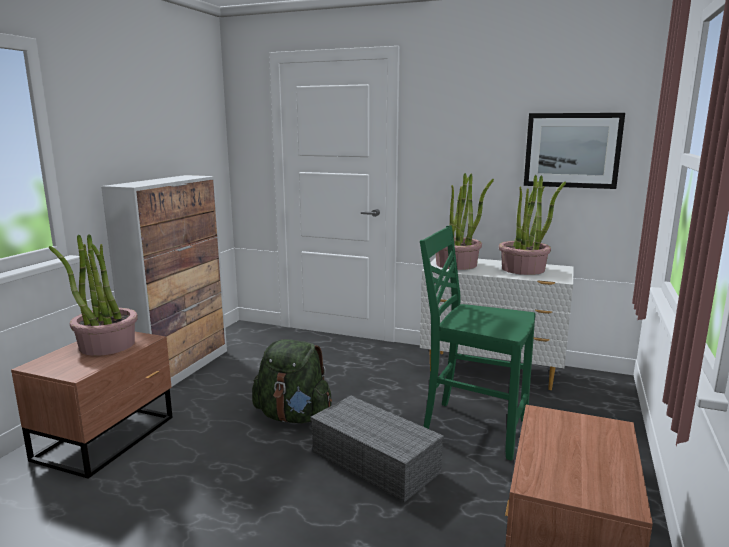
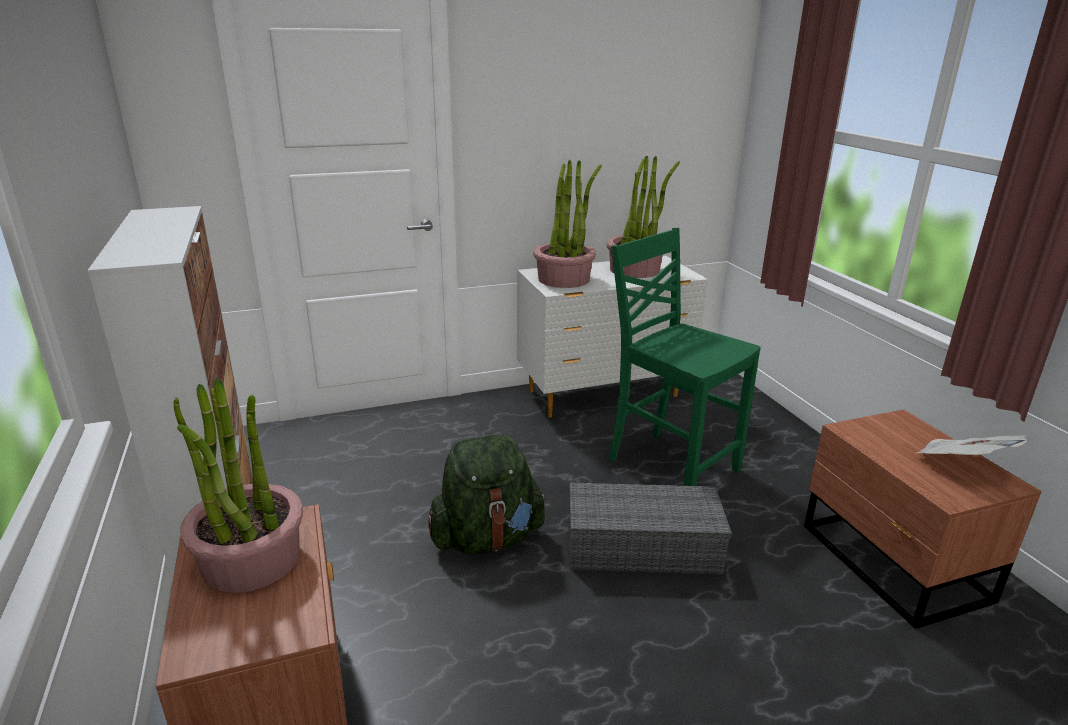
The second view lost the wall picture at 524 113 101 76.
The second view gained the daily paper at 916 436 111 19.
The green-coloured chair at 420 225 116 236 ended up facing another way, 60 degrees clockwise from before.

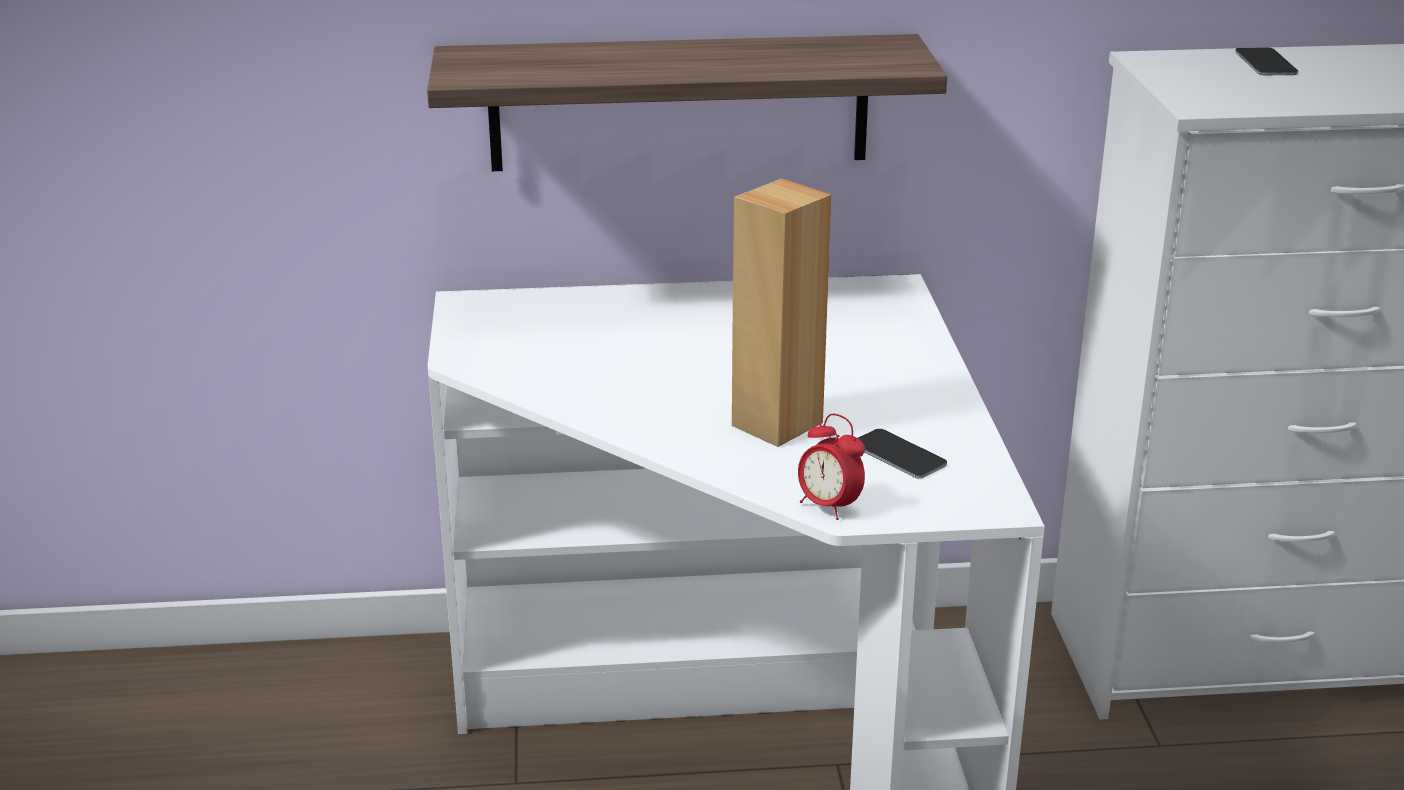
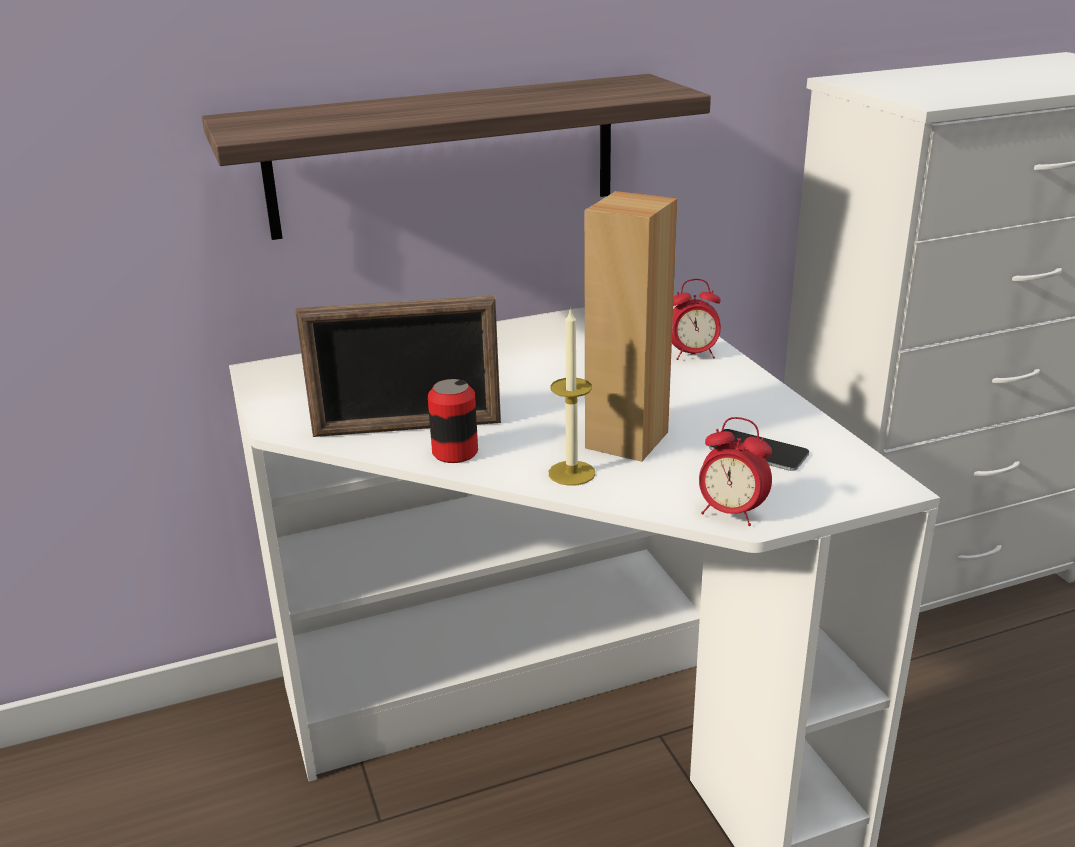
The second view lost the handset at 1235 48 63 27.
The second view gained the standing frame at 295 295 206 142.
The second view gained the sealed can at 428 379 50 84.
The second view gained the candle at 549 307 47 179.
The second view gained the bedside clock at 672 279 49 81.

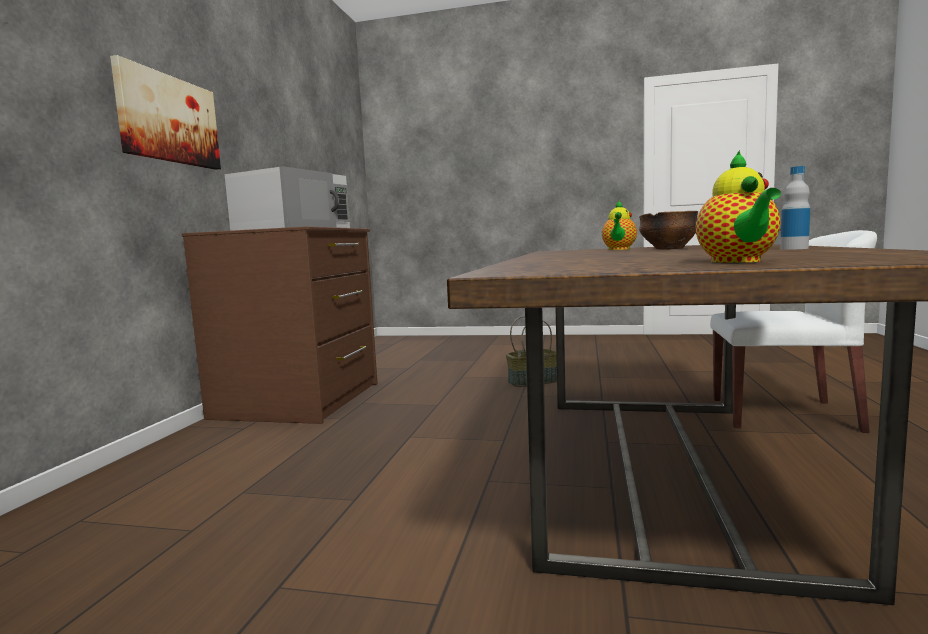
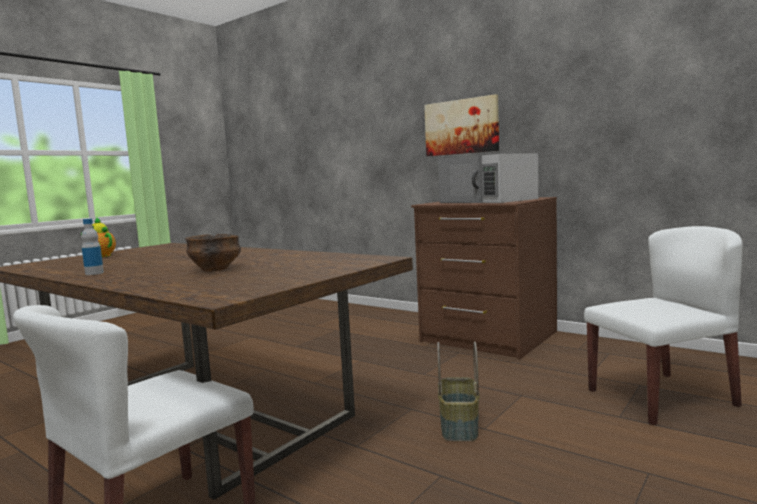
The second view lost the teapot at 602 200 35 50.
The second view gained the whitish chair at 584 226 159 199.

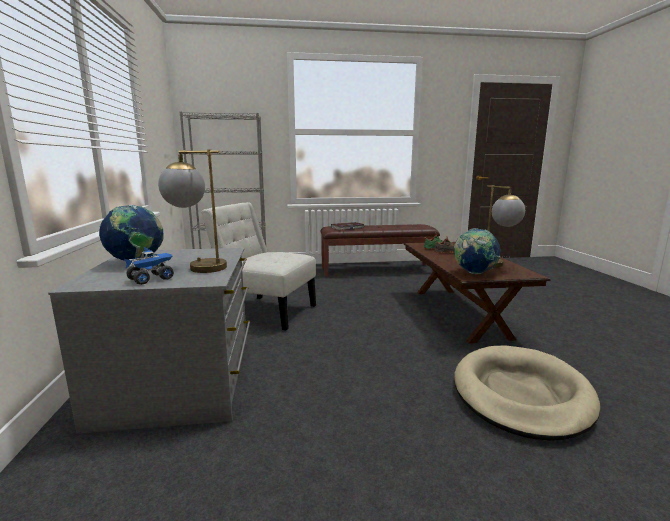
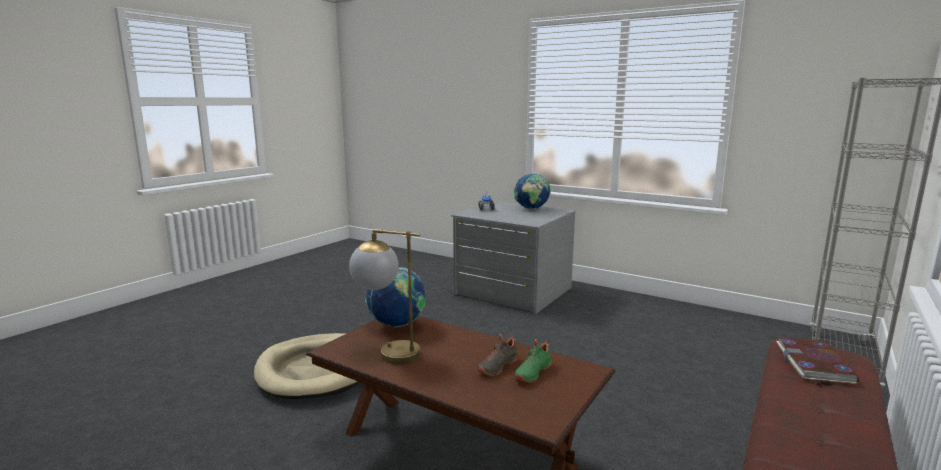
The second view lost the lamp for a table at 158 149 69 124.
The second view lost the whitish chair at 201 202 115 128.

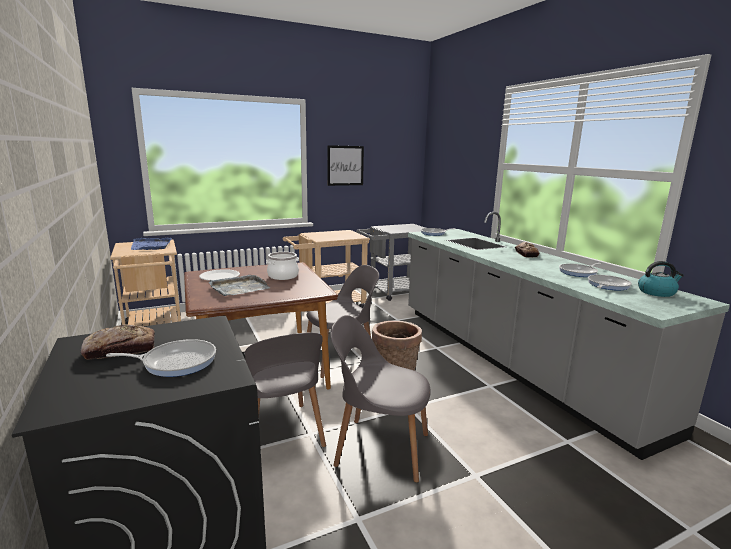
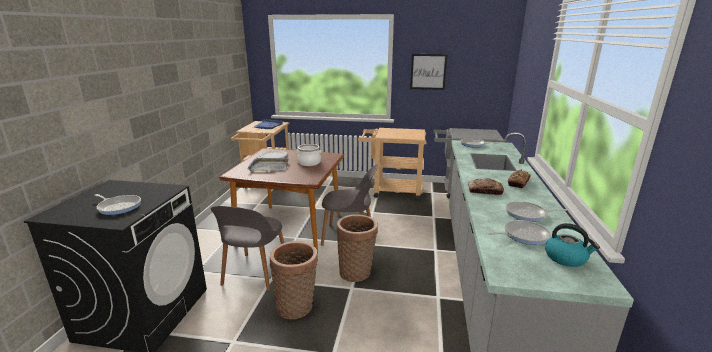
The bread ended up elsewhere, having gone from 81 324 74 36 to 468 178 36 17.
Where the grey chair stood at 330 315 101 168, the basket came to stand at 270 241 48 79.

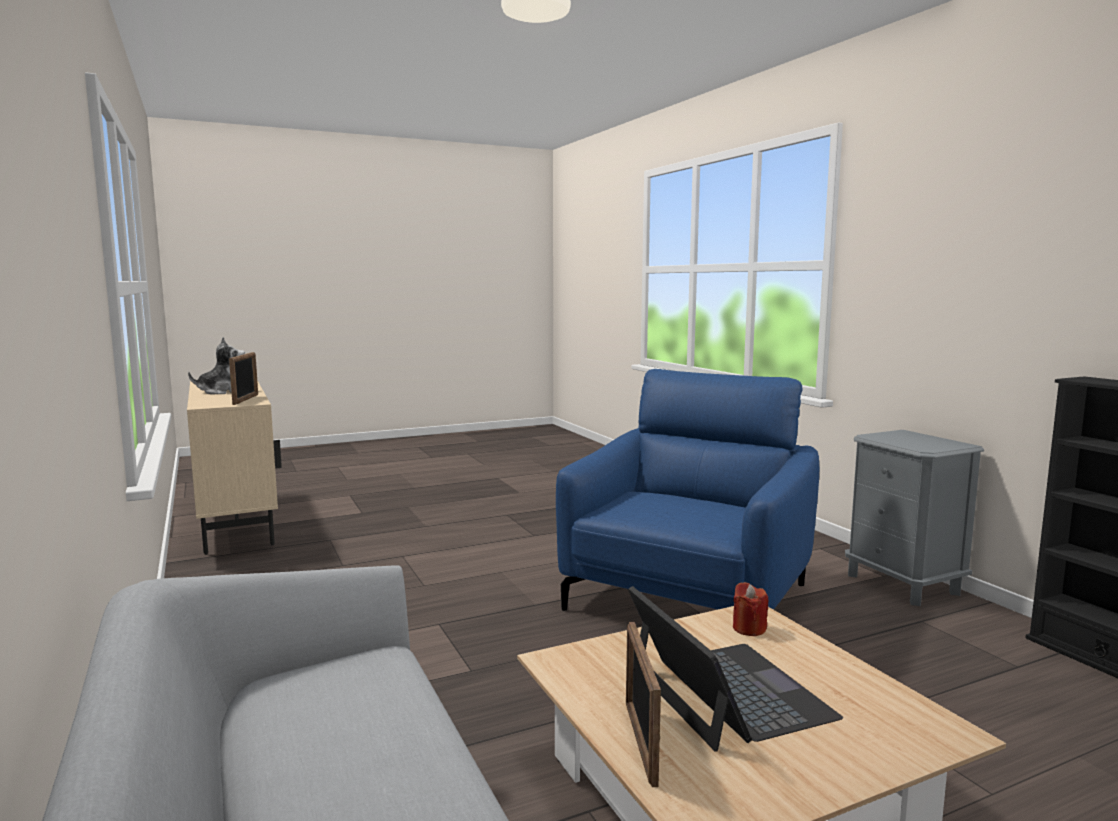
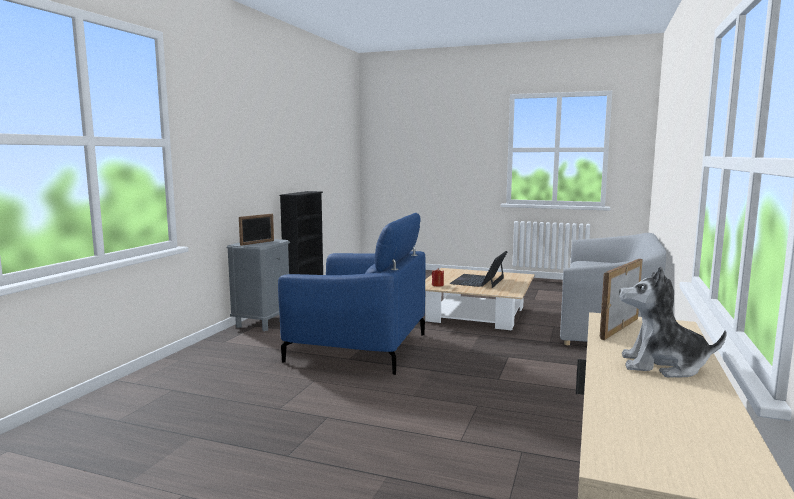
The standing frame ended up elsewhere, having gone from 626 622 35 165 to 239 214 35 32.
The blue lounge chair at 556 369 263 242 ended up facing another way, 150 degrees counterclockwise from before.

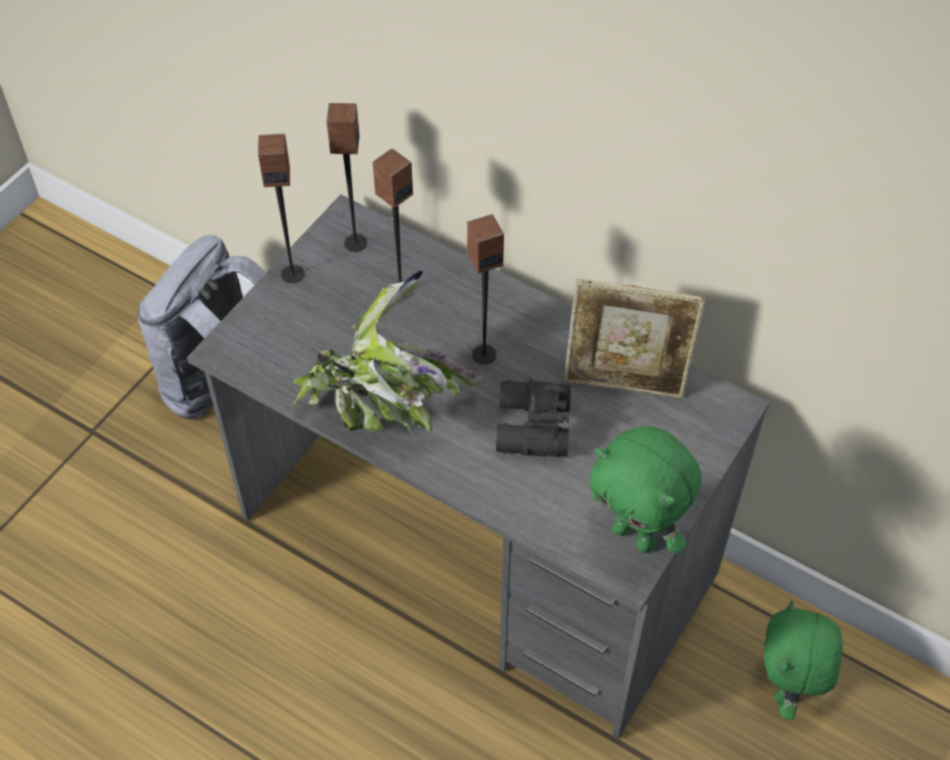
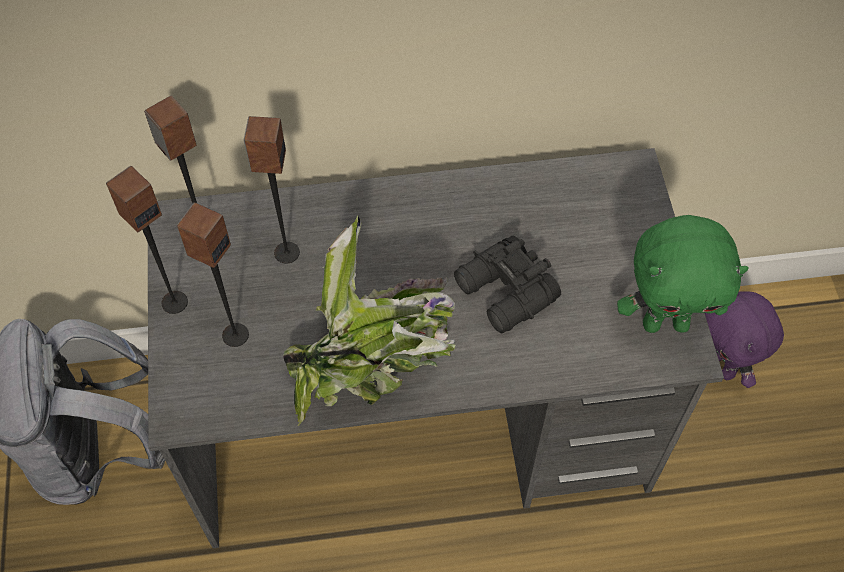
The second view lost the standing frame at 564 279 141 119.
The loudspeaker ended up elsewhere, having gone from 467 214 37 150 to 176 203 73 144.
What was the green-coloured plush toy at 764 600 79 120 turned into the purplish plush toy at 705 291 79 97.

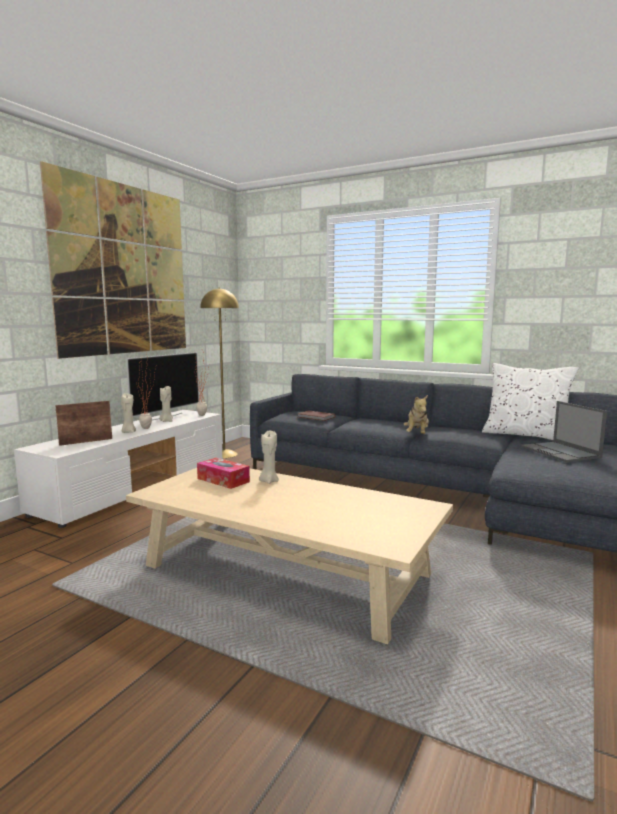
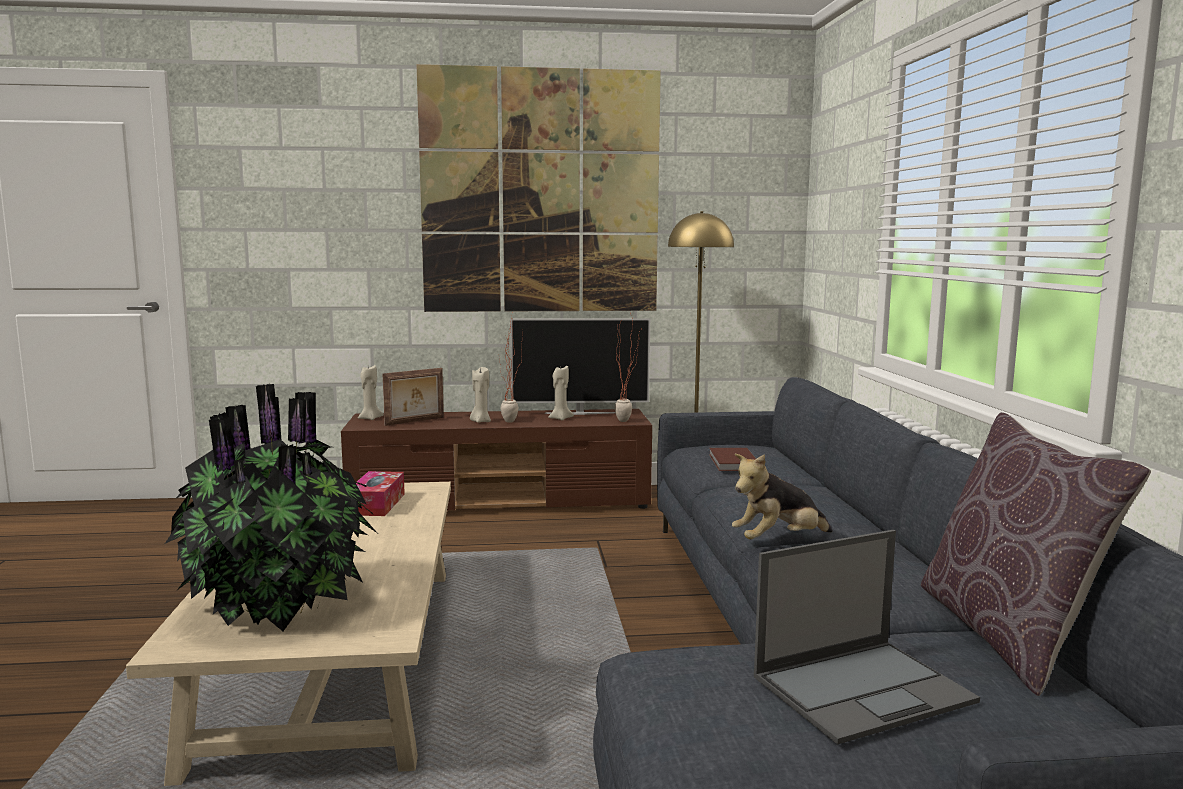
The second view gained the plant in a pot at 165 384 212 247.
The beige candle ended up elsewhere, having gone from 259 431 20 53 to 358 365 26 55.
What was the whitish media console at 14 410 208 118 turned into the brown media console at 341 409 311 101.
What was the whitish pillow at 482 363 97 77 turned into the brown pillow at 921 412 230 284.
The standing frame at 55 401 57 45 ended up facing another way, 120 degrees clockwise from before.
The laptop at 521 401 86 61 ended up facing another way, 150 degrees counterclockwise from before.

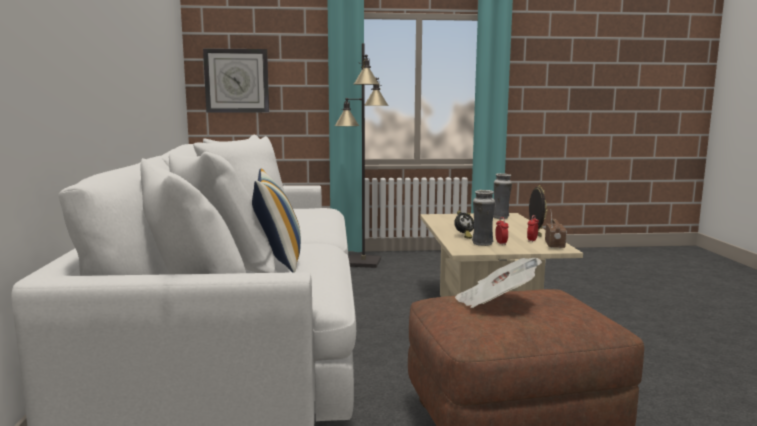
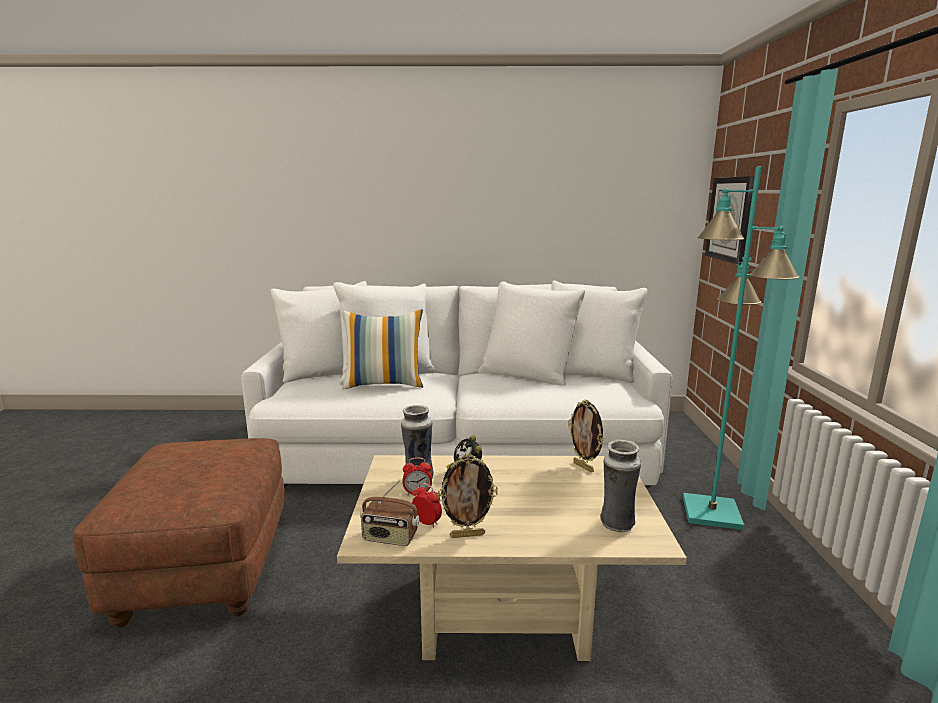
The second view lost the daily paper at 455 258 87 50.
The second view gained the standing frame at 568 399 36 74.
What was the black-coloured standard lamp at 334 43 55 225 turned into the blue-green standard lamp at 683 167 117 363.

